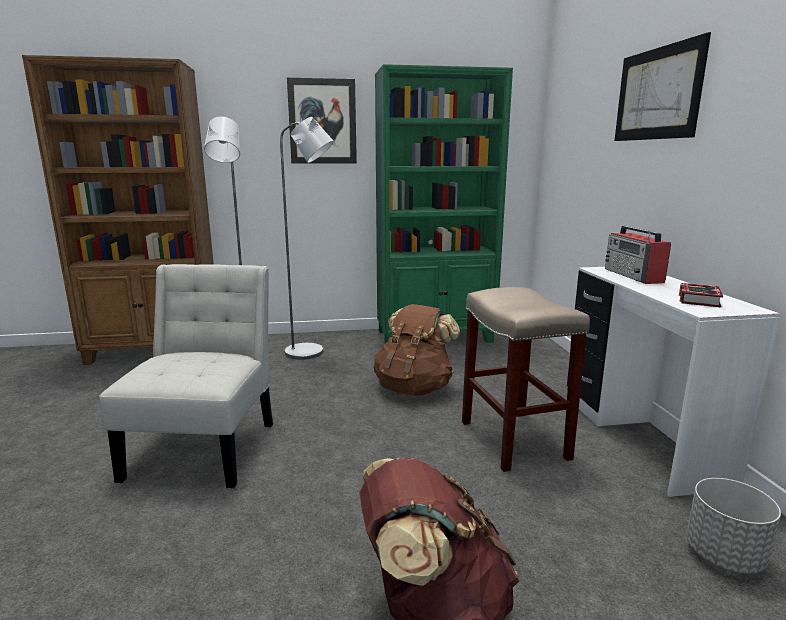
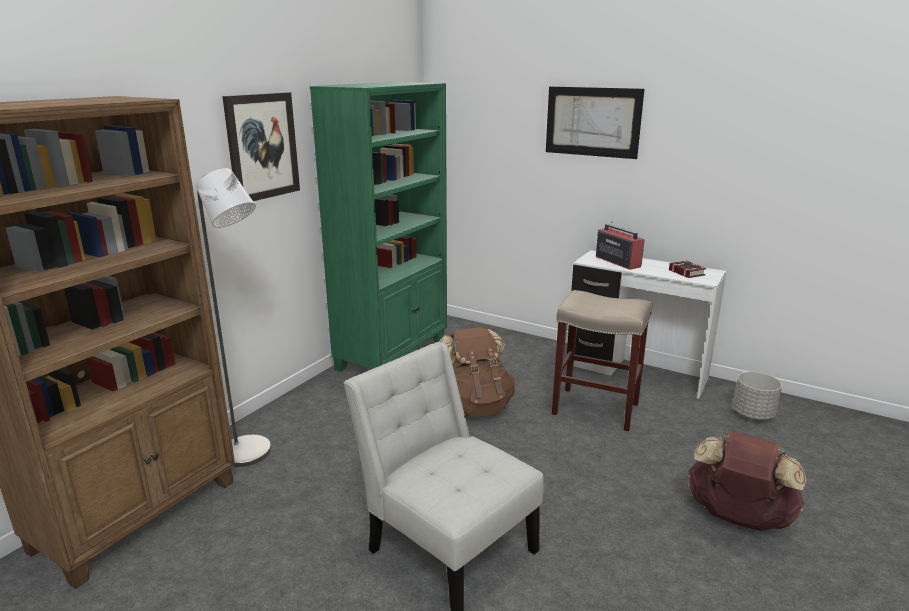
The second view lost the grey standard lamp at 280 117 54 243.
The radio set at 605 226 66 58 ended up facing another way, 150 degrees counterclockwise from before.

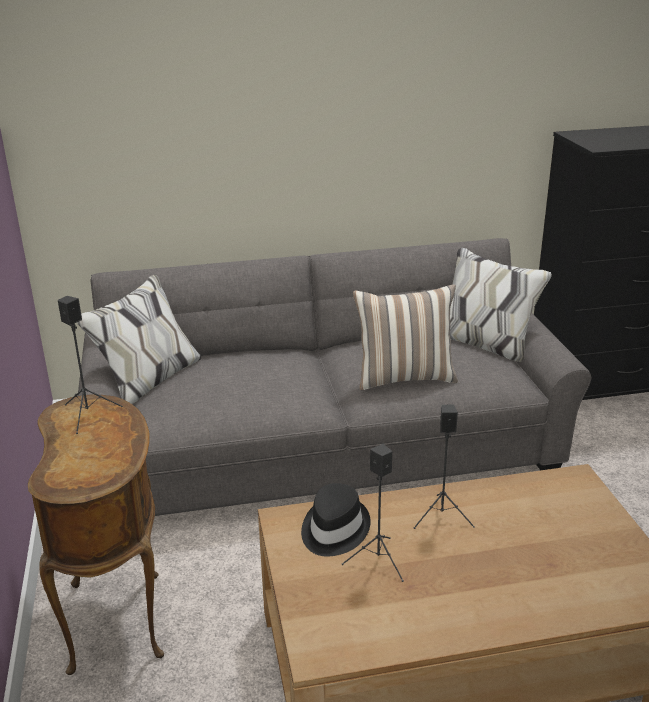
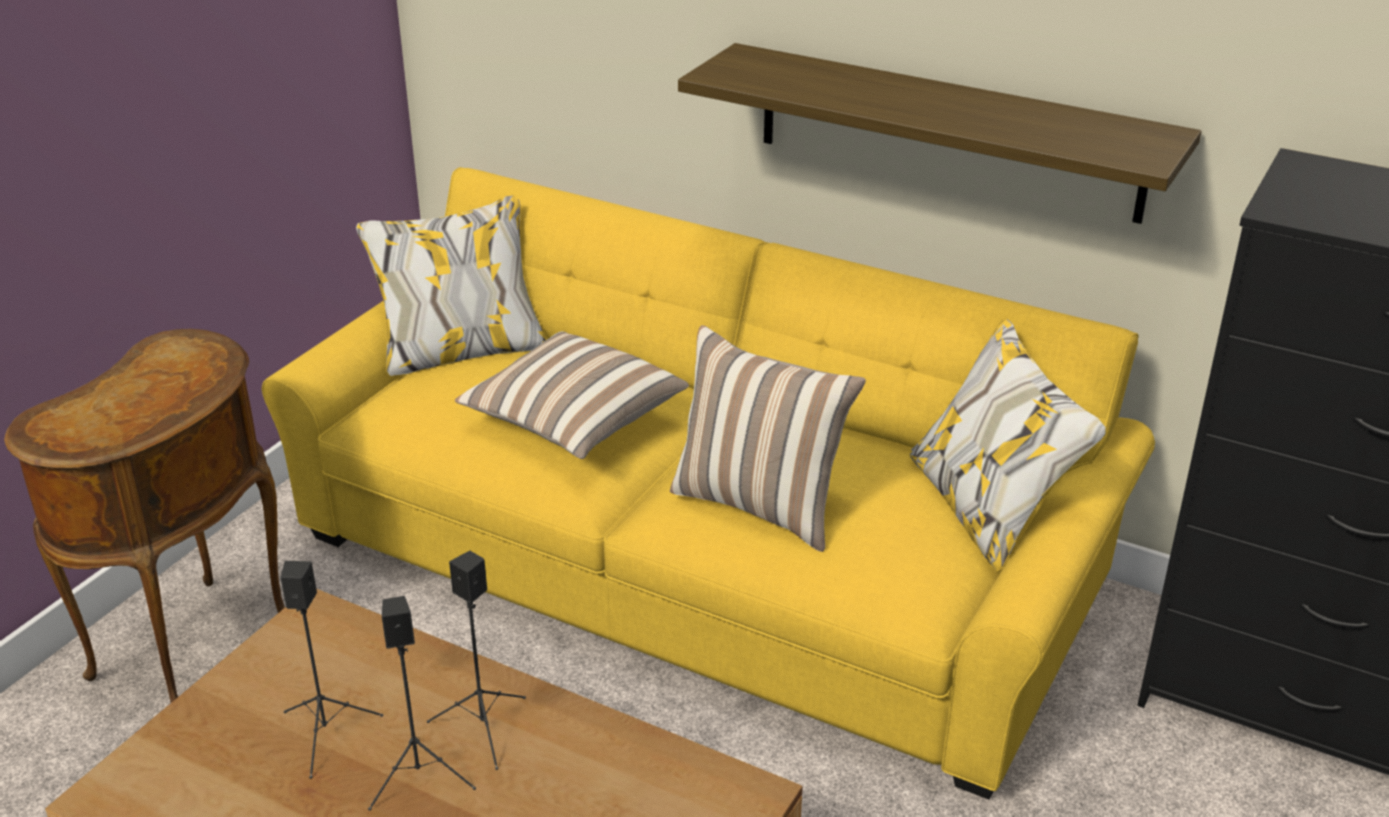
The second view lost the black-coloured hat at 301 483 70 73.
The second view gained the pillow at 455 331 234 128.
The second view gained the bracket shelf at 678 43 524 181.
The black-coloured loudspeaker ended up elsewhere, having gone from 58 296 65 138 to 368 596 108 215.
What was the grey sofa at 77 238 515 278 turned into the yellowish sofa at 262 167 893 633.

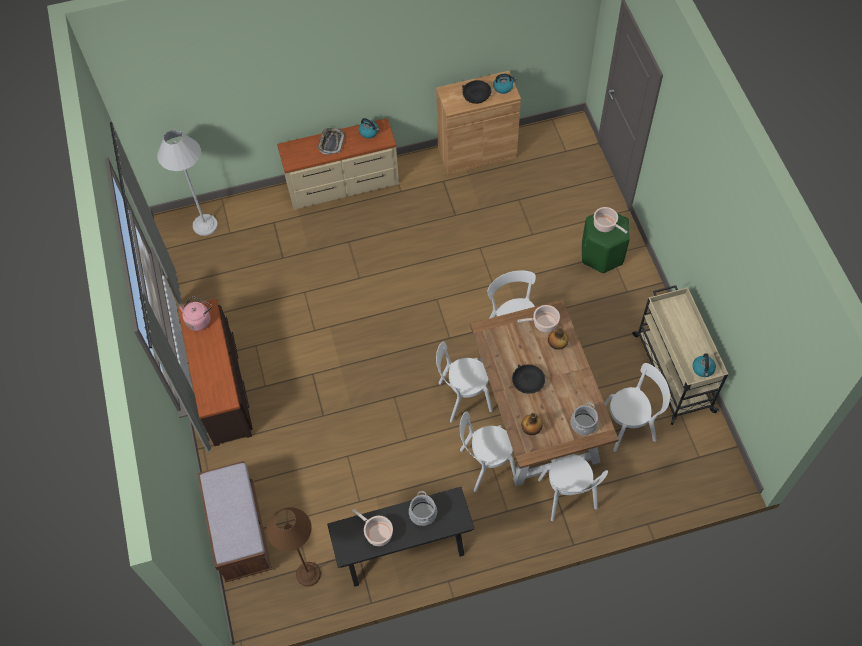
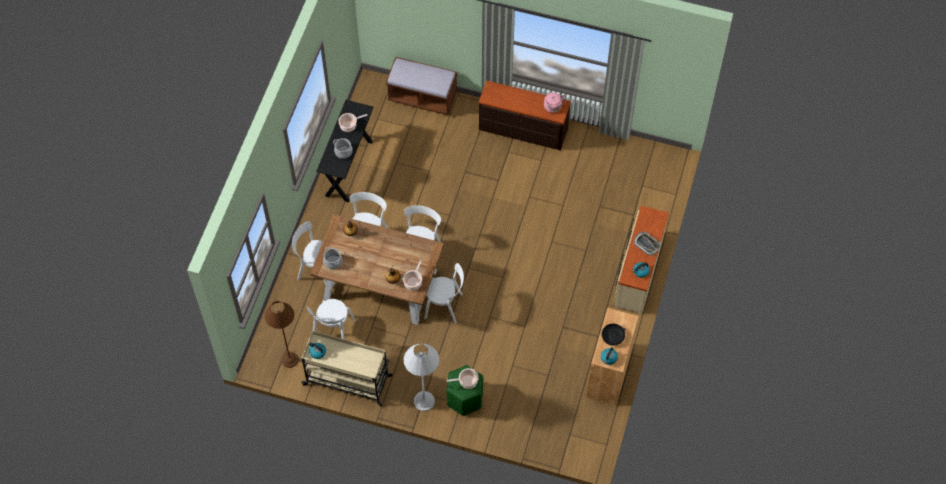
The second view lost the black-coloured serving bowl at 512 365 33 29.
The whitish standard lamp ended up elsewhere, having gone from 157 130 61 106 to 404 344 35 67.
The brown standard lamp ended up elsewhere, having gone from 266 507 55 80 to 265 301 34 67.

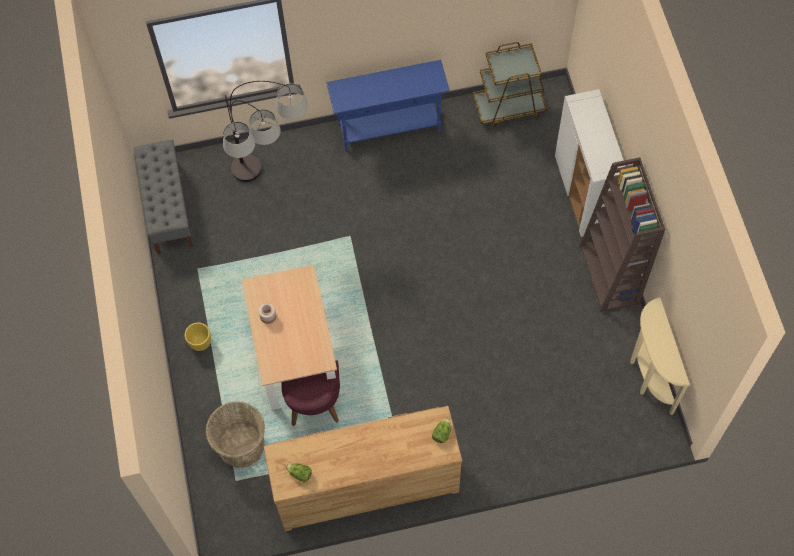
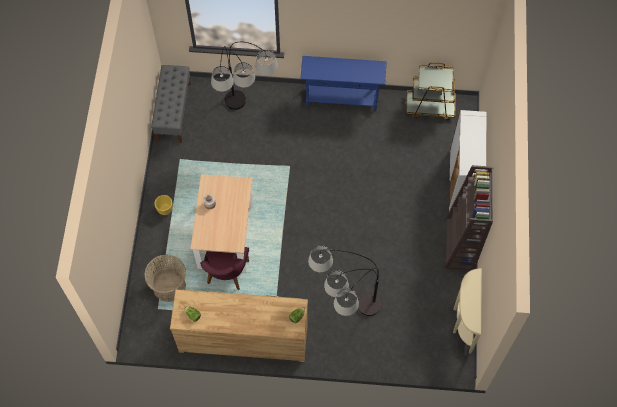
The second view gained the standard lamp at 308 245 73 71.

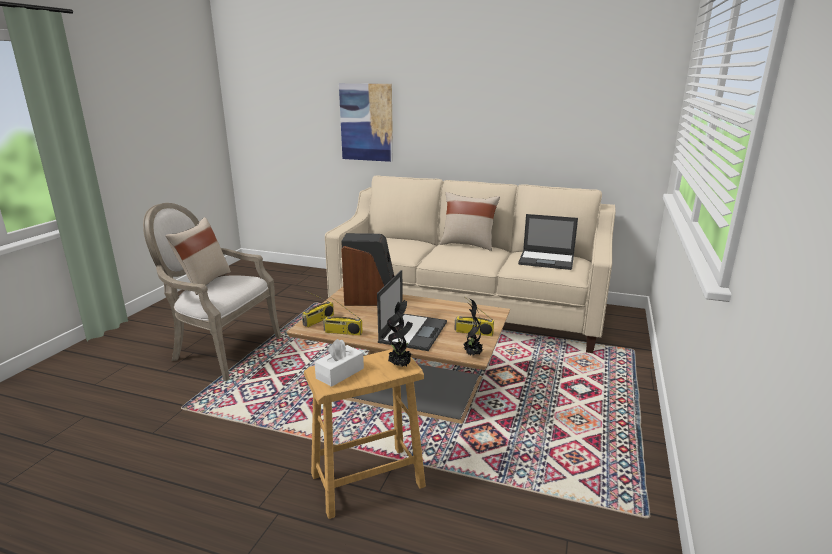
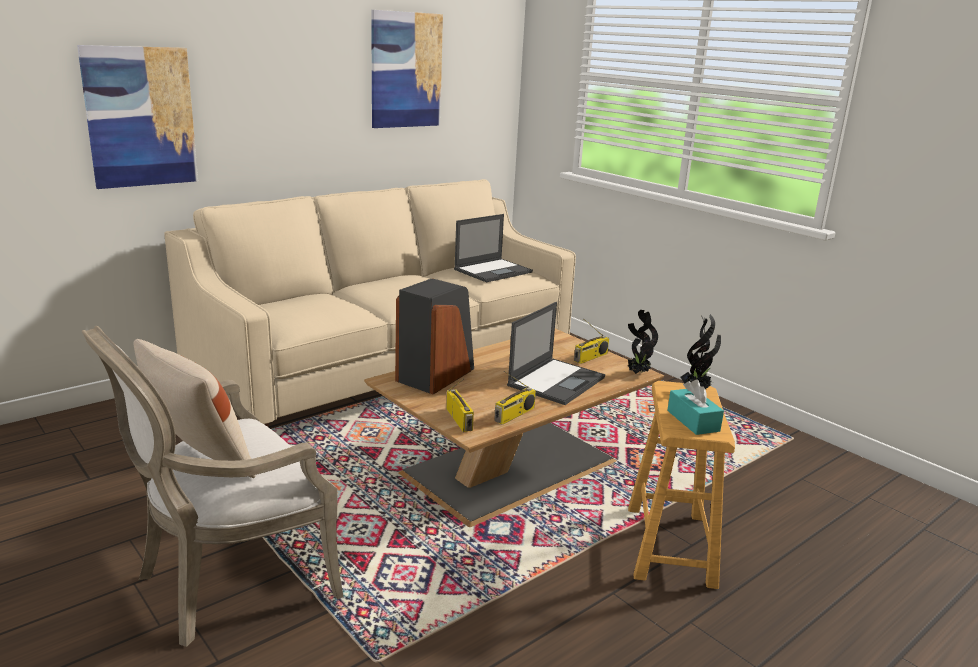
The second view lost the beige pillow at 440 192 60 59.
The second view gained the wall picture at 371 10 72 118.
What was the whitish box of tissues at 314 339 50 48 turned into the blue-green box of tissues at 667 379 57 56.
The laptop at 377 270 70 81 ended up facing another way, 75 degrees clockwise from before.

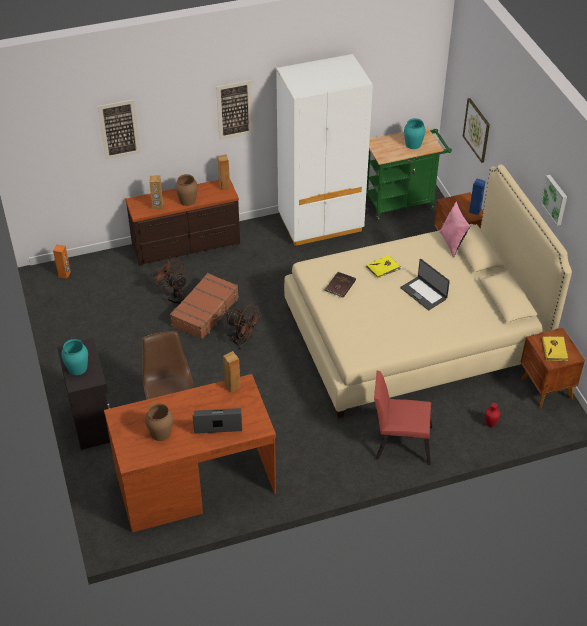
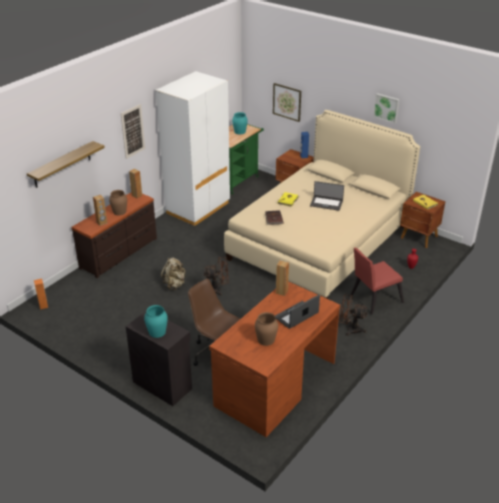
The second view lost the pink-coloured pillow at 439 202 32 56.
The brown electric fan ended up elsewhere, having gone from 152 256 35 48 to 340 294 28 42.
Where the wall picture hung at 98 99 43 61, the bracket shelf came to hang at 27 141 78 47.
Where the brown suitcase stood at 170 273 69 67, the beige backpack came to stand at 161 257 25 33.

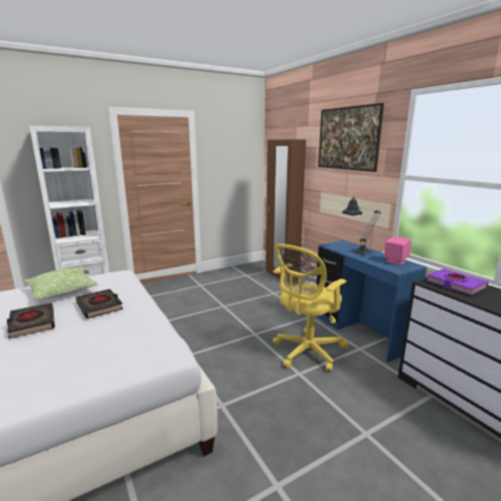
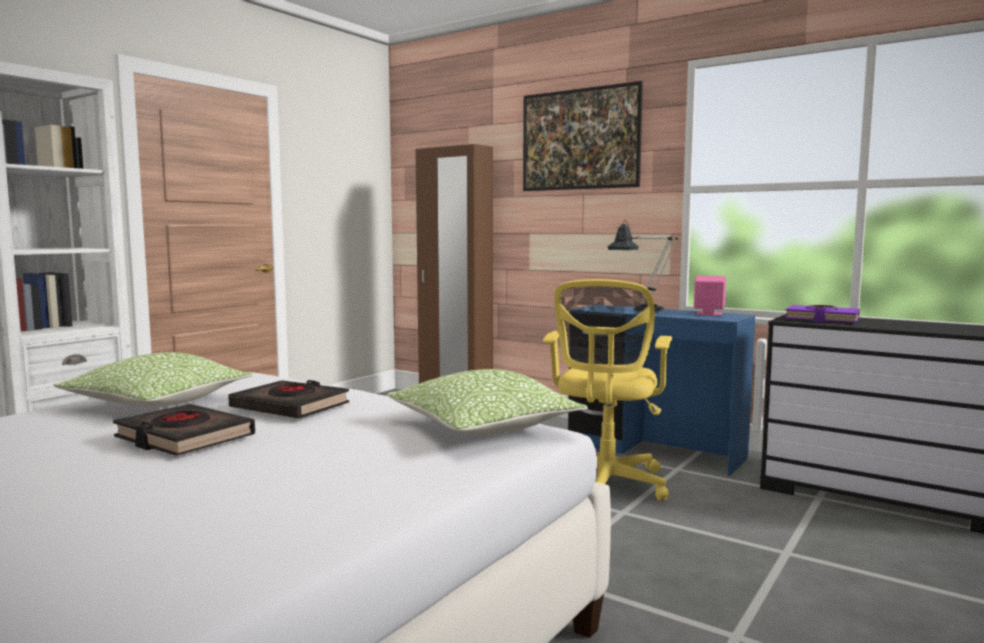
The second view gained the pillow at 387 369 201 66.

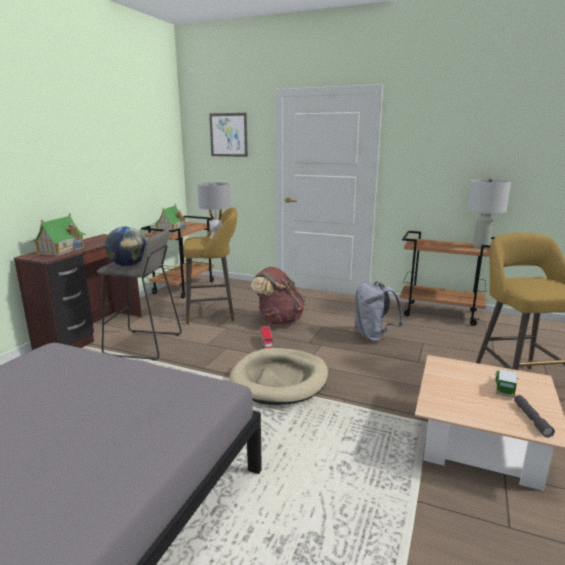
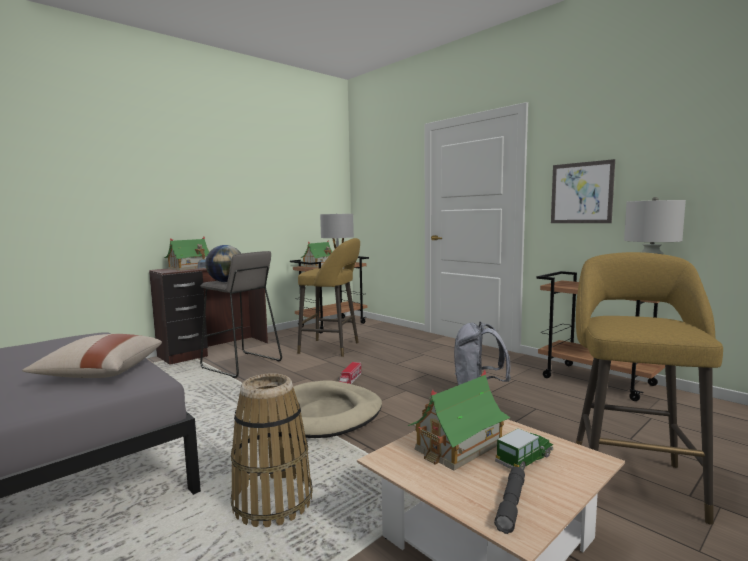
The second view lost the brown backpack at 251 267 54 57.
The second view gained the beige pillow at 22 334 140 44.
The second view gained the basket at 231 373 82 154.
The second view gained the miniature house at 408 370 103 101.
The wall picture ended up elsewhere, having gone from 209 113 39 44 to 551 159 64 64.

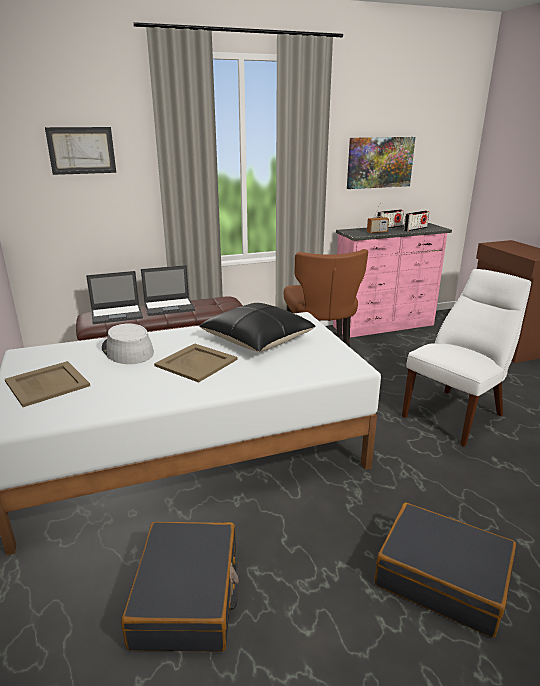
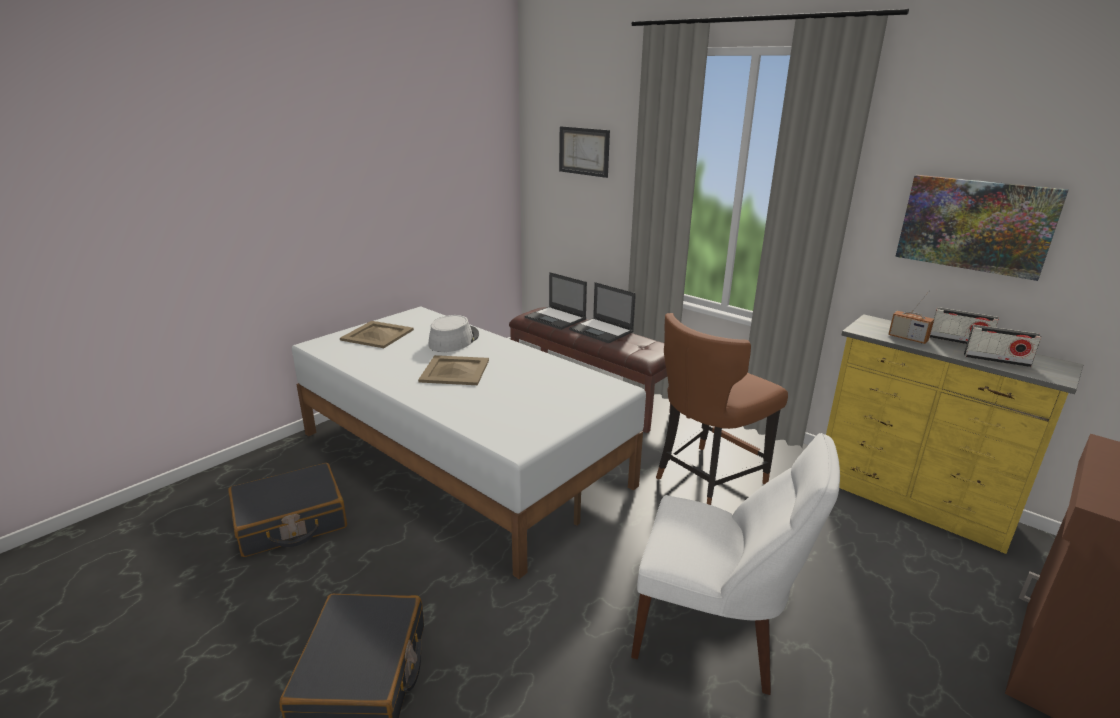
The second view lost the black-coloured pillow at 199 303 117 49.
What was the pink-coloured chest of drawers at 333 223 119 115 turned into the yellowish chest of drawers at 826 314 257 240.

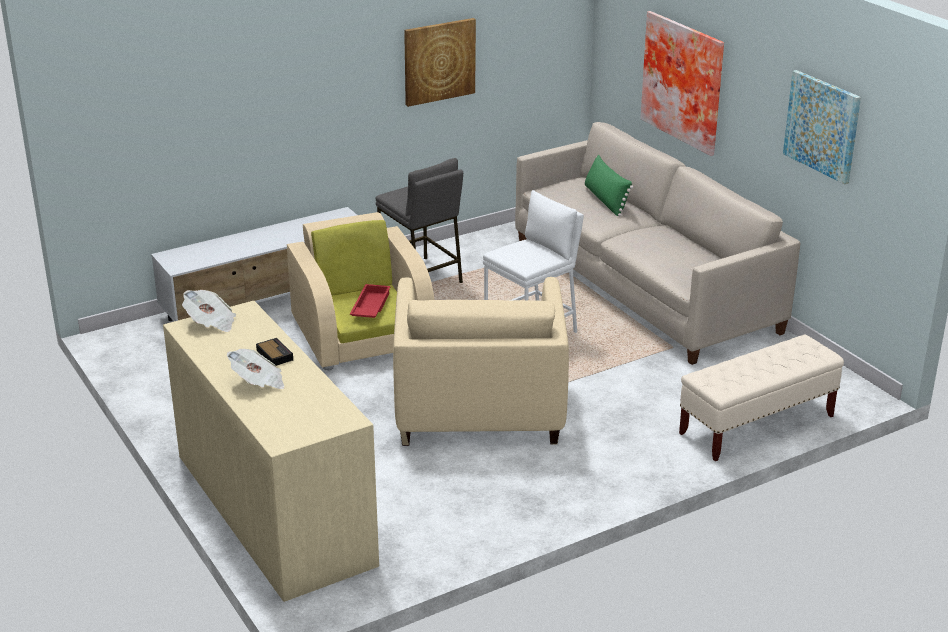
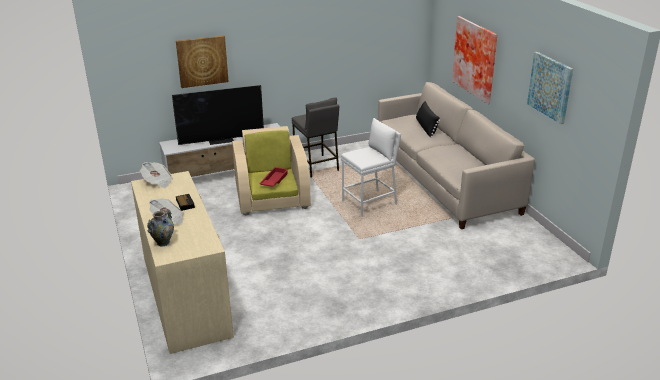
The second view lost the beige lounge chair at 393 277 176 169.
The second view lost the beige indoor bench at 679 335 165 126.
The second view gained the flower vase at 147 210 27 36.
The second view gained the TV set at 172 85 92 60.
The wall picture ended up elsewhere, having gone from 404 18 72 89 to 176 36 53 52.
What was the green-coloured pillow at 585 155 48 62 turned into the black-coloured pillow at 416 101 24 37.

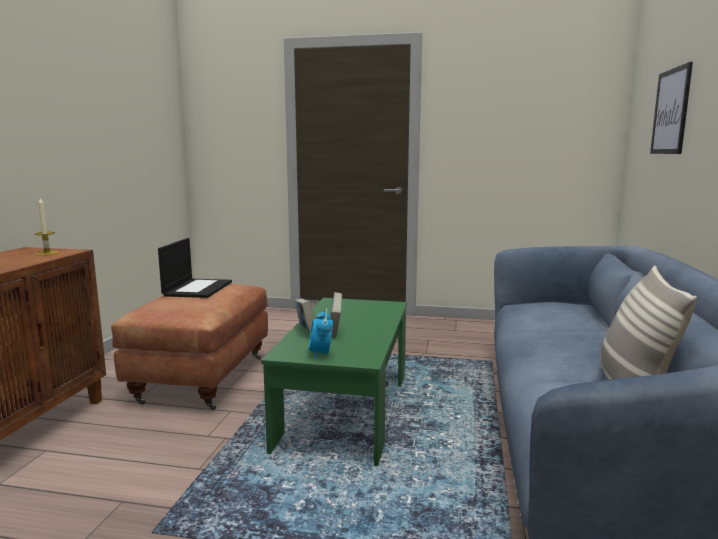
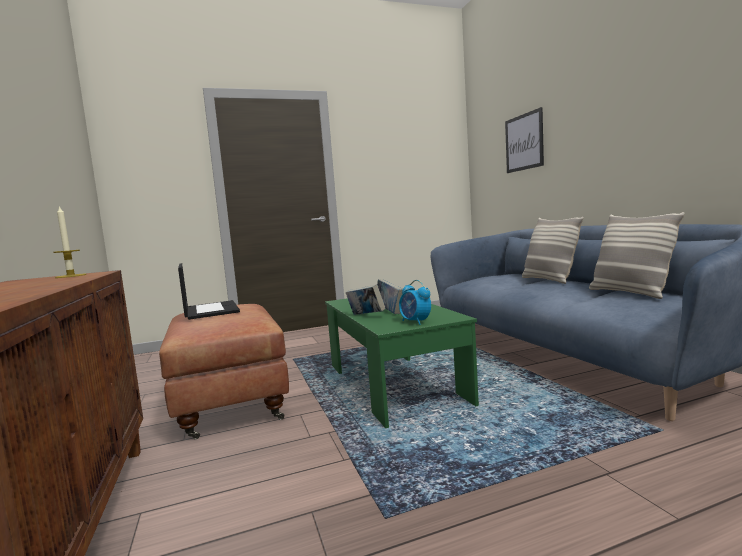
The second view gained the pillow at 522 217 62 67.

